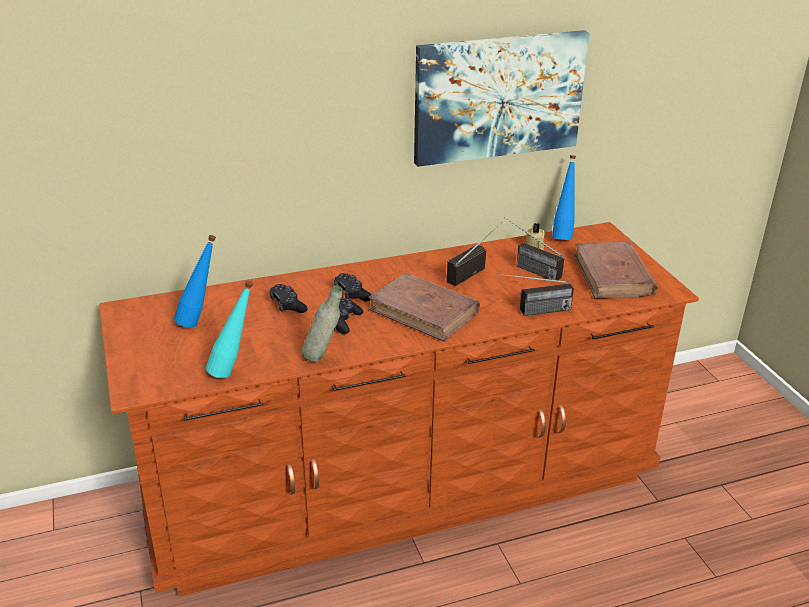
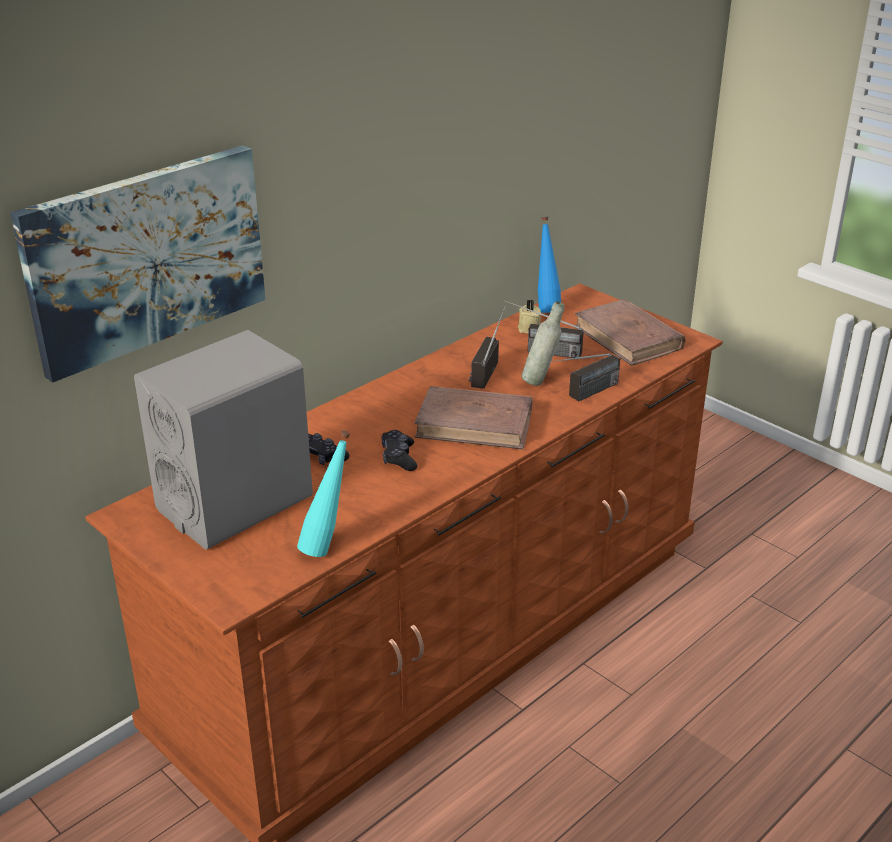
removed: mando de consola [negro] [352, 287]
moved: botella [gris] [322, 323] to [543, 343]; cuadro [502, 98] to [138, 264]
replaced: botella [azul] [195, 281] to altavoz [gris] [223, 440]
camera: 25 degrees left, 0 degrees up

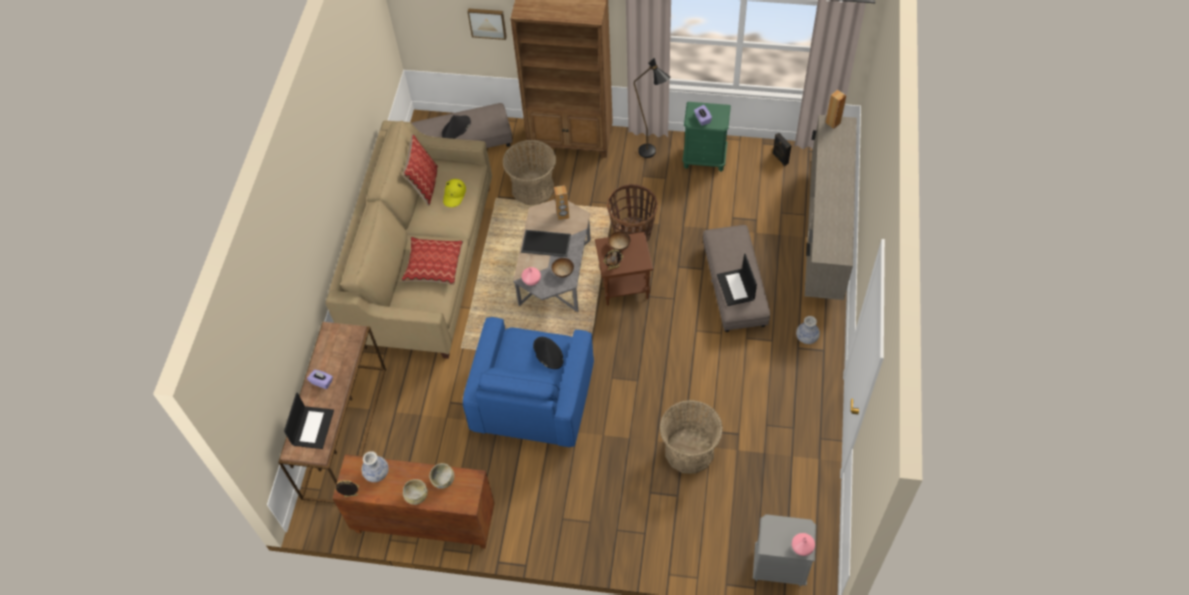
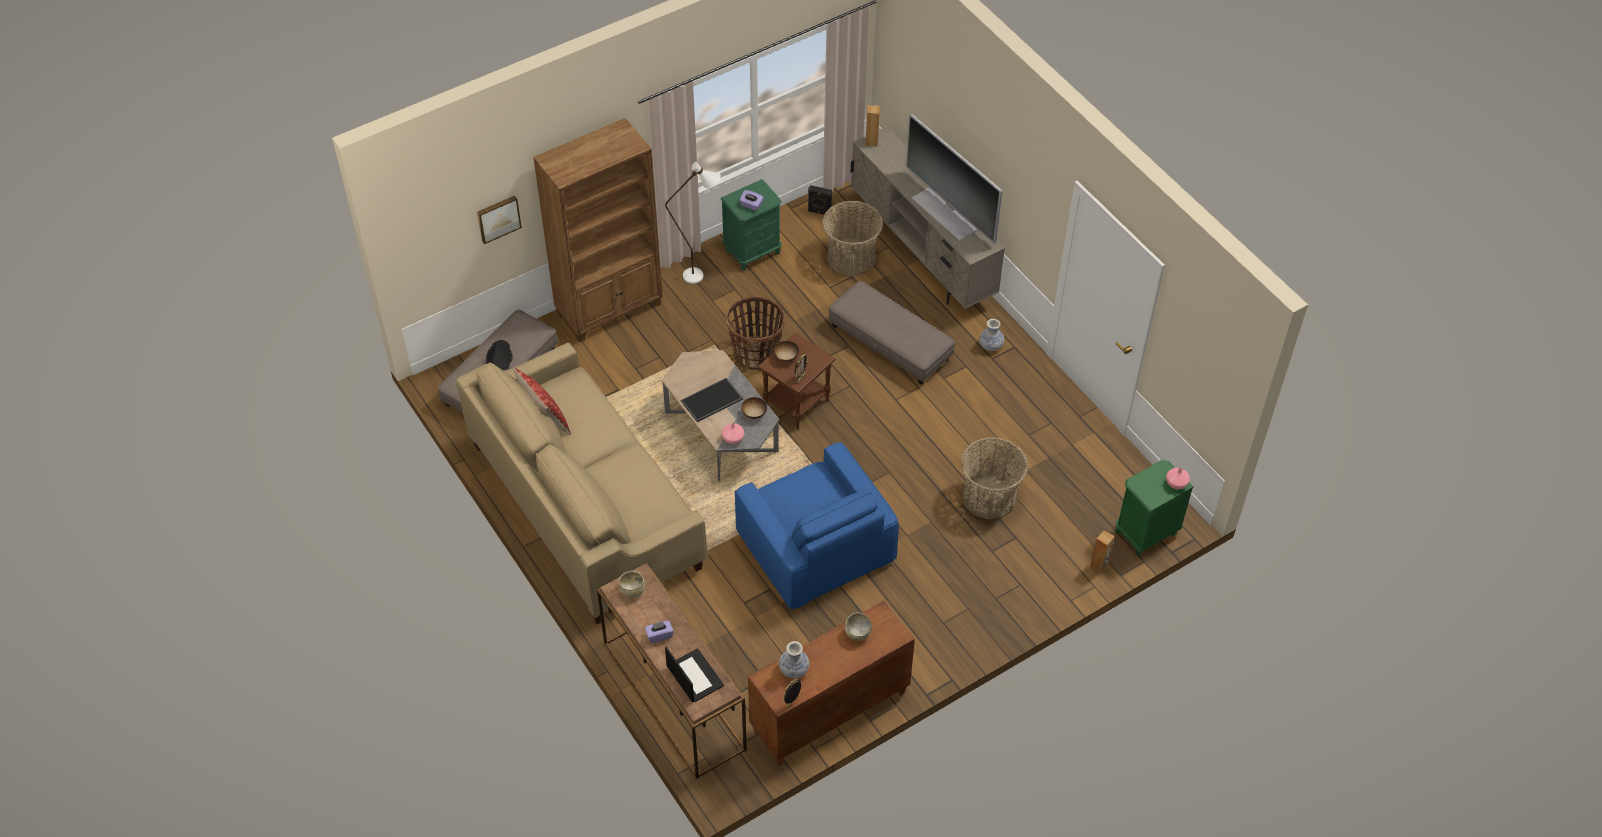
removed: cojín [432, 261]; sombrero [amarillo] [454, 193]; sombrero [negro] [548, 353]; portátil [737, 280]
added: televisor [954, 179]
moved: cuenco [beis] [415, 492] to [632, 584]; cesta [529, 172] to [852, 238]; altavoz [marrón] [562, 202] to [1102, 551]
recoloured: lámpara de pie [negro] [652, 108] to lámpara de pie [blanco] [693, 223]; mesita de noche [gris] [784, 550] to mesita de noche [verde] [1154, 508]
camera: 45 degrees left, 5 degrees down

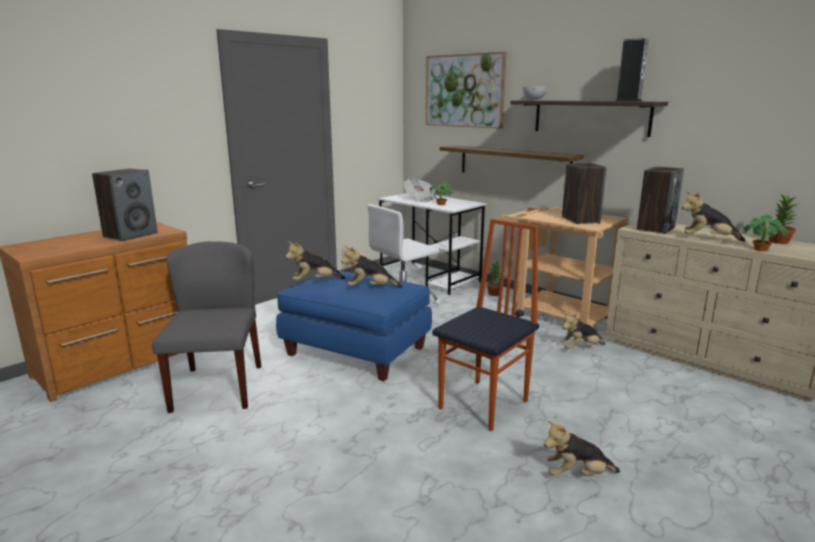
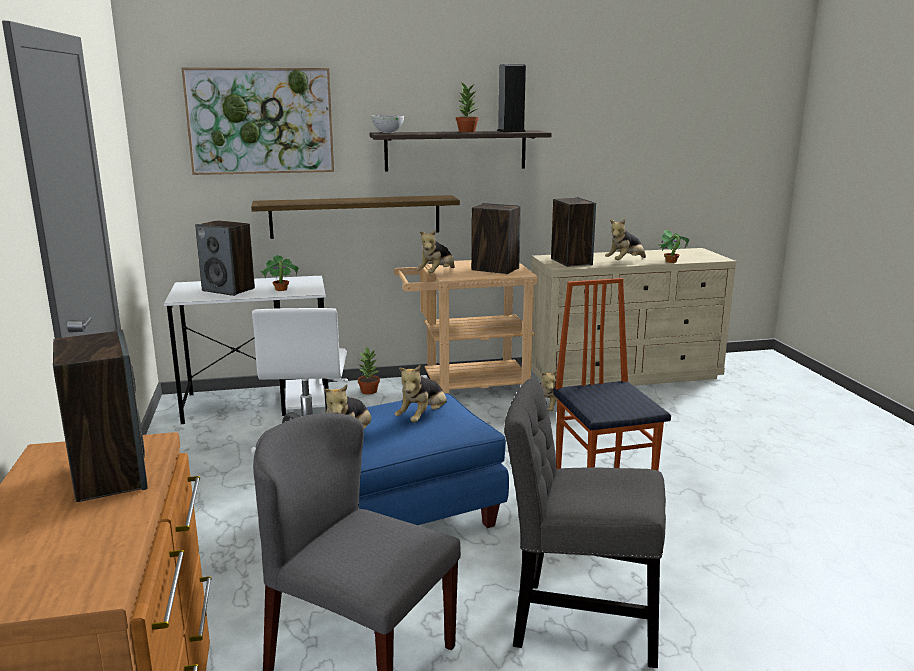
added: silla [gris] [585, 523]
moved: peluche [582, 448] to [435, 251]; planta en maceta [784, 219] to [467, 107]
replaced: periódico [420, 190] to altavoz [225, 258]
camera: 55 degrees left, 0 degrees up

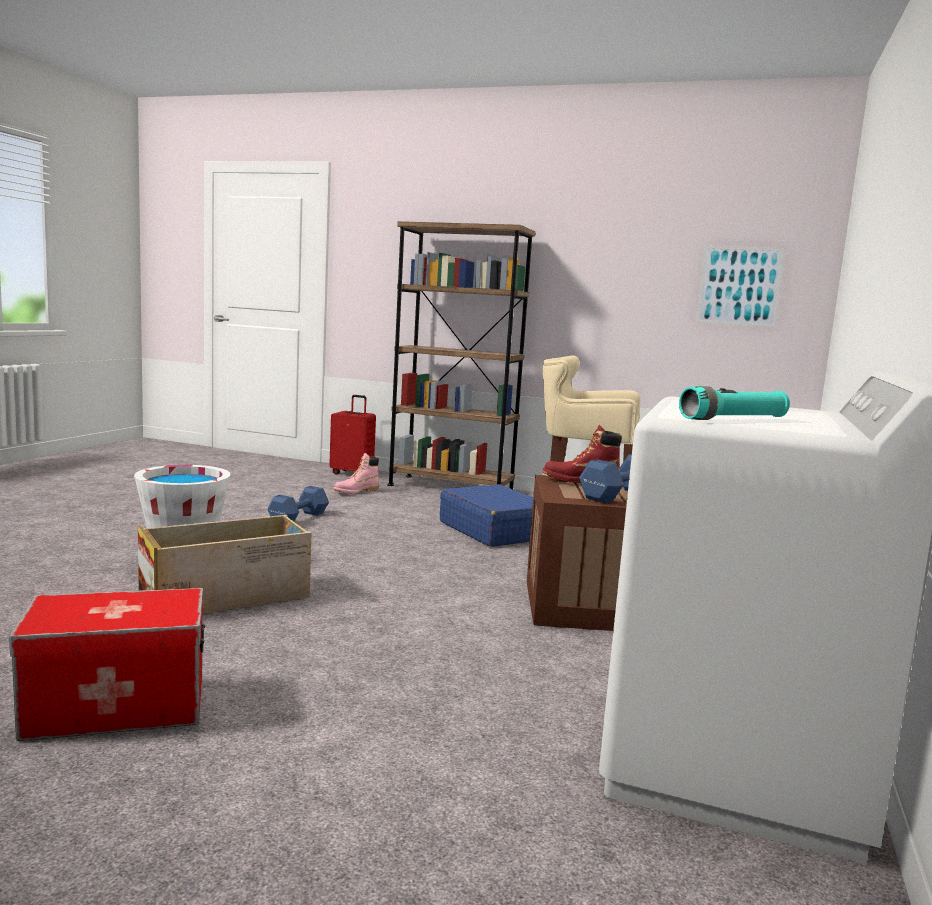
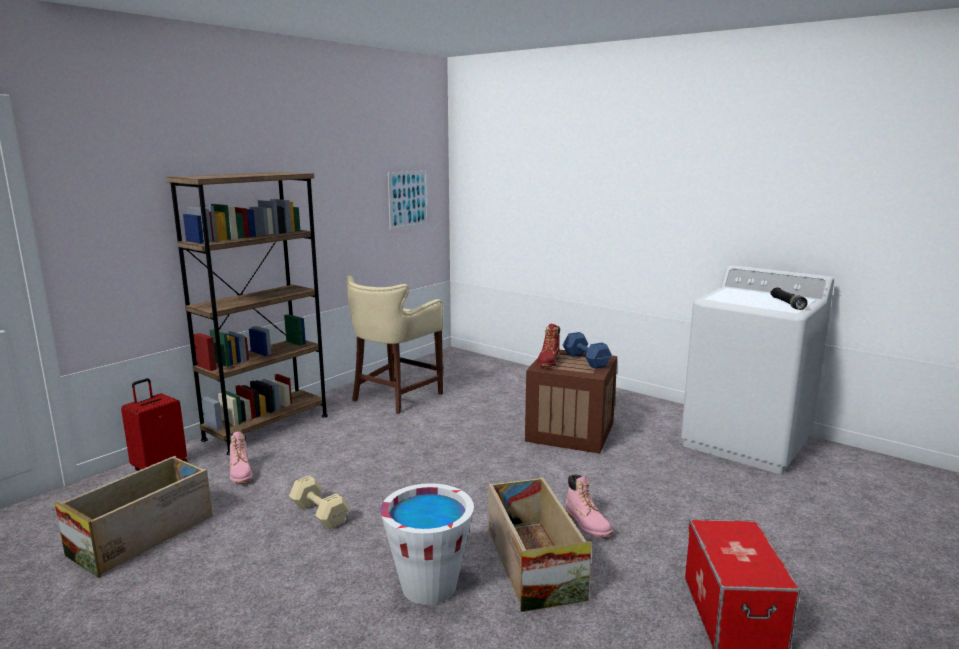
removed: maleta [azul] [486, 515]
added: caja de embalaje [133, 517]; bota [rosa] [589, 505]
recoloured: mancuerna [azul] [298, 503] to mancuerna [beis] [319, 502]; linterna [turquesa] [734, 403] to linterna [negro] [789, 298]
camera: 70 degrees left, 5 degrees up

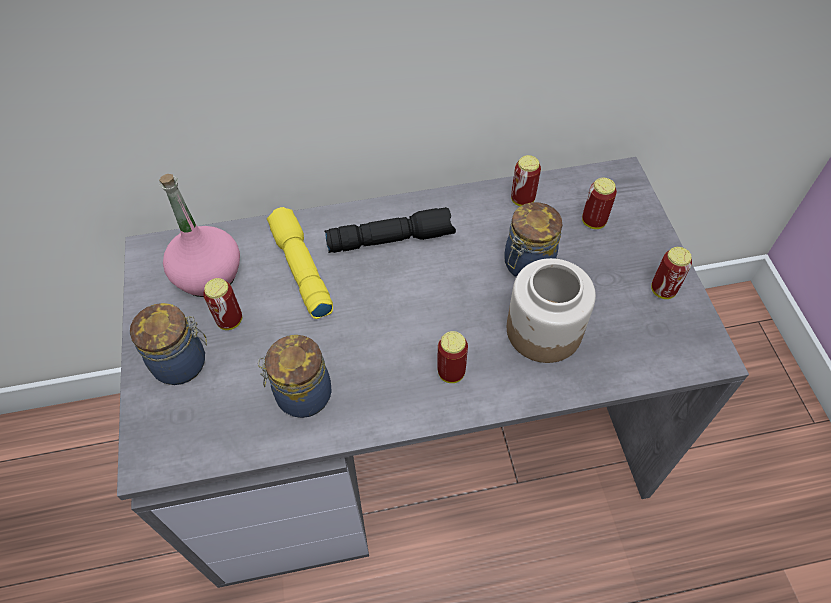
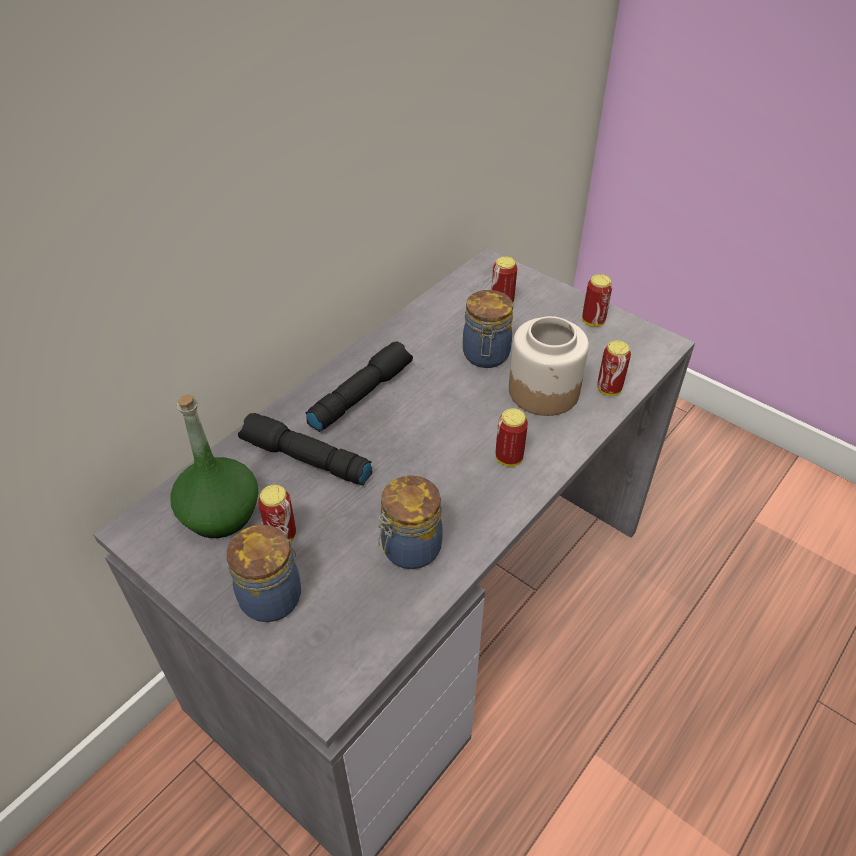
moved: lata [526, 180] to [614, 368]
recoloured: botella [rosa] [199, 235] to botella [verde] [214, 466]; linterna [amarillo] [300, 263] to linterna [negro] [305, 449]
camera: 40 degrees left, 10 degrees down

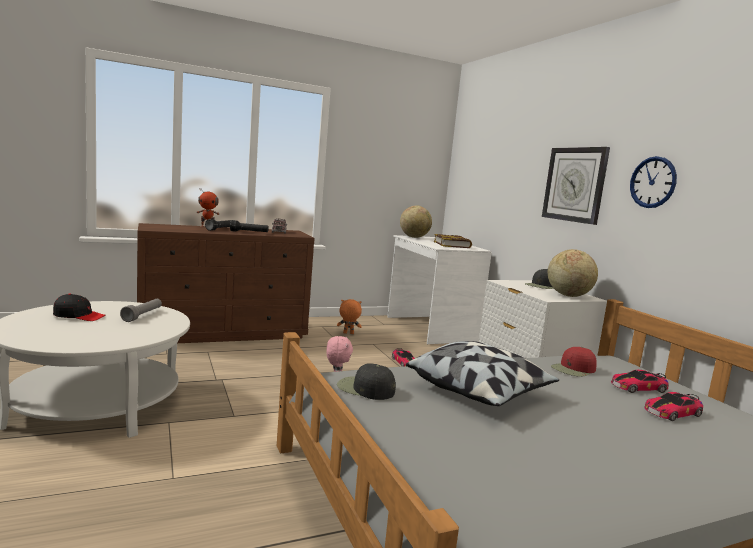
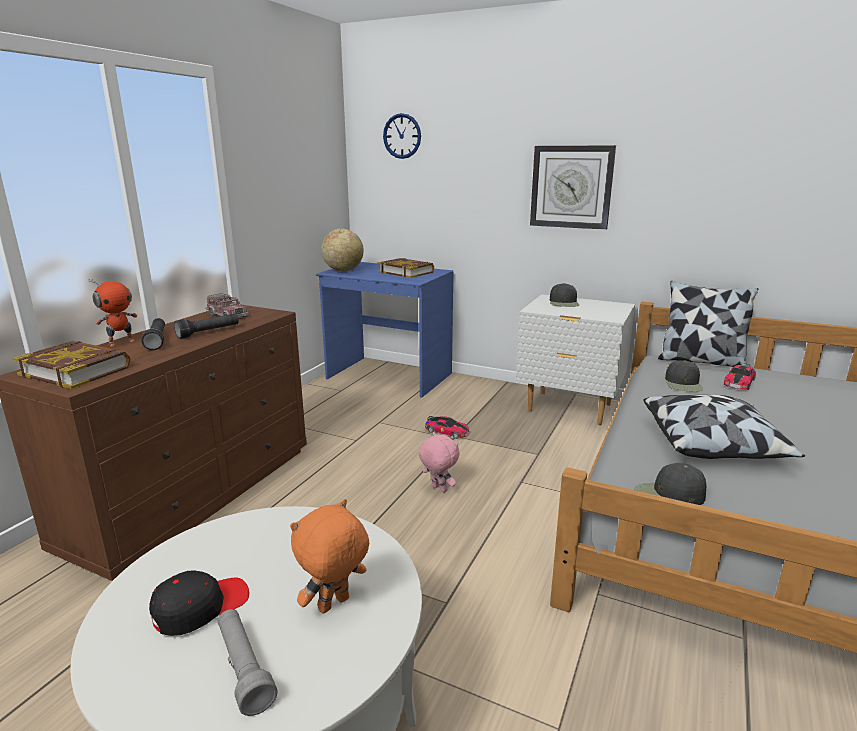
removed: globo terráqueo [573, 273]; coche de juguete [673, 406]
added: libro [71, 365]; cojín [708, 324]
moved: linterna [gris] [141, 310] to [247, 662]; peluche [naranja] [349, 316] to [329, 556]; reloj de pared [653, 182] to [402, 136]
recoloured: escritorio [blanco] [439, 289] to escritorio [azul] [384, 330]; gorra [rojo] [574, 362] to gorra [negro] [684, 376]
camera: 40 degrees left, 10 degrees up

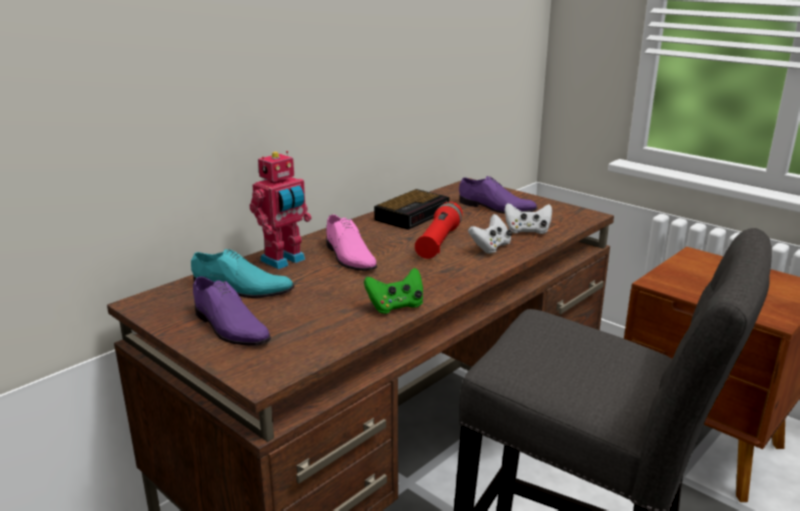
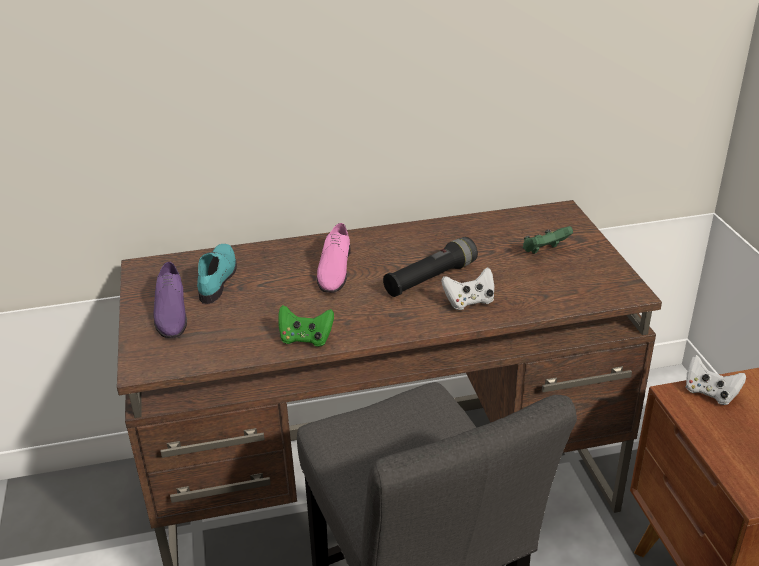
removed: robot de juguete [280, 210]; despertador [411, 209]
moved: mando de consola [blanco] [528, 218] to [715, 380]
replaced: zapato [morado] [498, 195] to mando de consola [verde] [548, 240]
recoloured: linterna [rojo] [439, 230] to linterna [negro] [430, 267]
turned: zapato [turquesa] [242, 273] = [217, 274] 135 degrees counterclockwise
camera: 35 degrees right, 10 degrees up

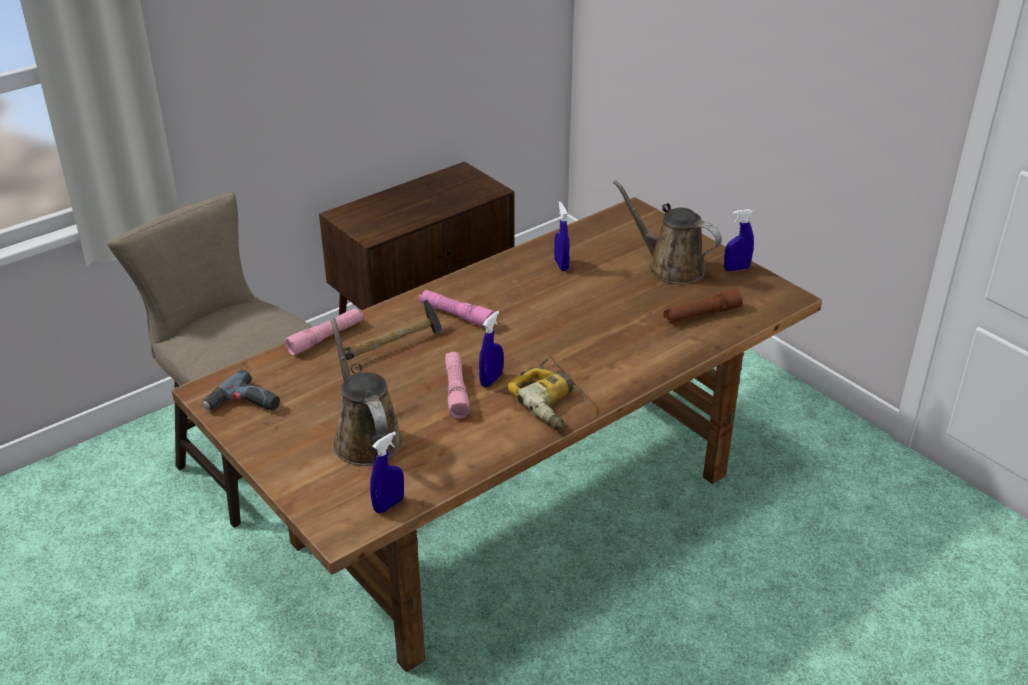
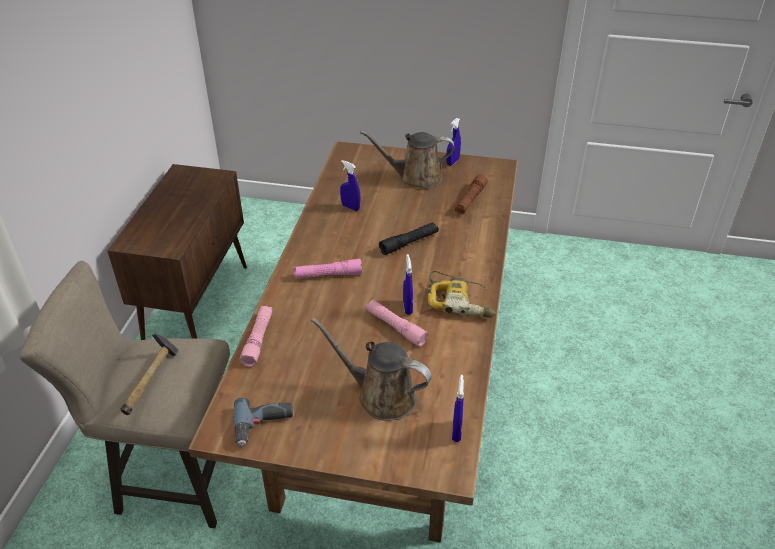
added: linterna [negro] [409, 238]
moved: martillo [393, 330] to [150, 374]
camera: 40 degrees left, 5 degrees up

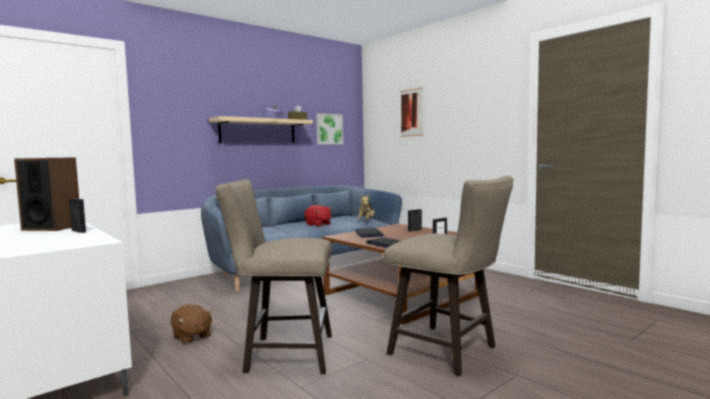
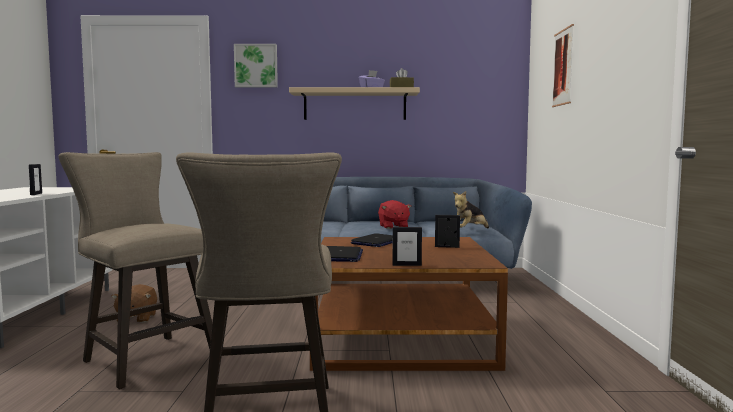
removed: altavoz [46, 194]
moved: cuadro [329, 129] to [256, 66]
camera: 40 degrees right, 0 degrees up

